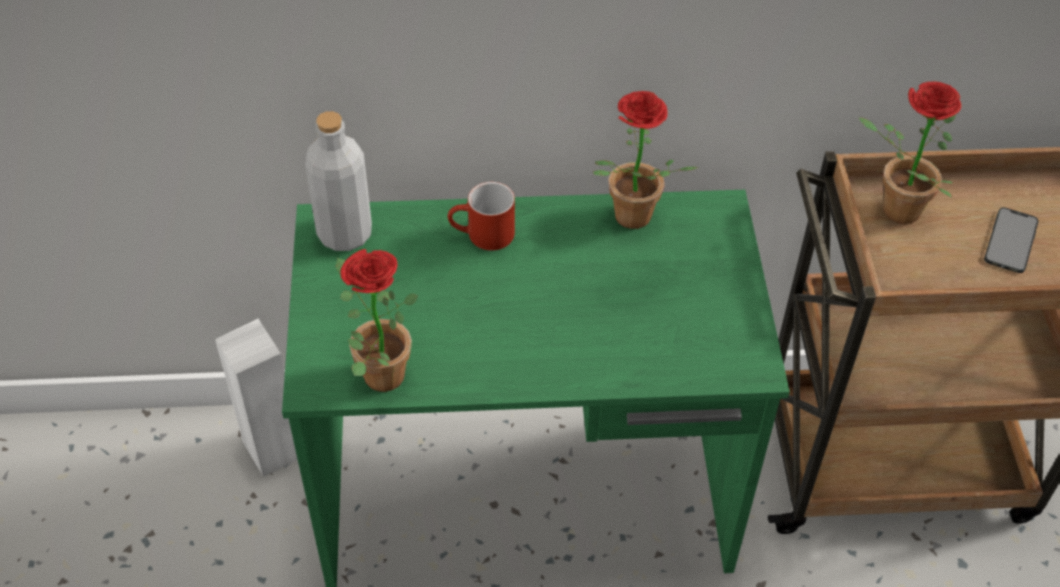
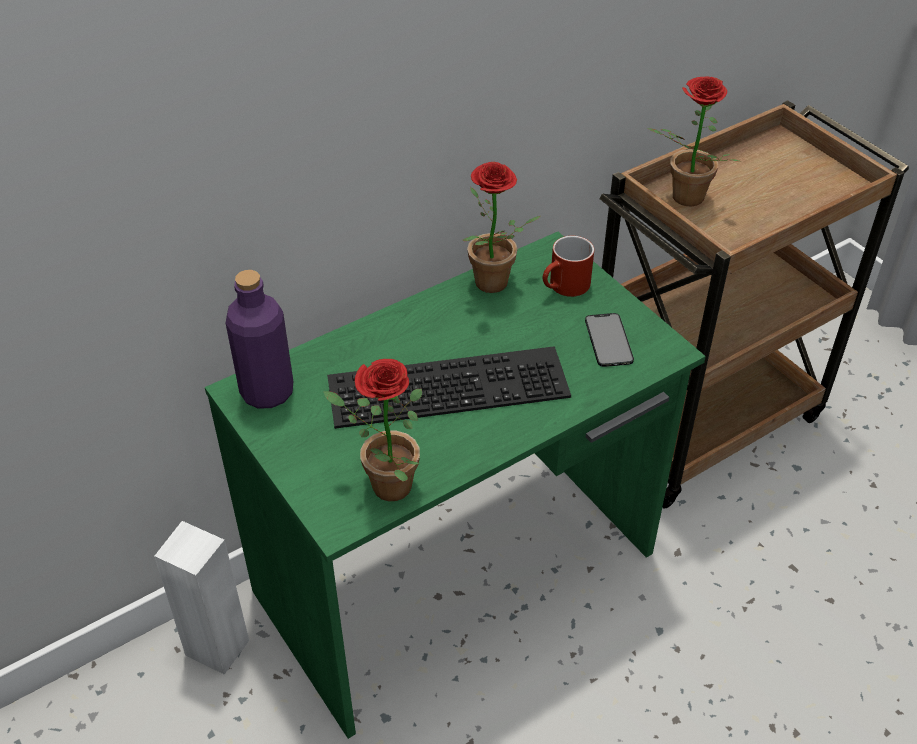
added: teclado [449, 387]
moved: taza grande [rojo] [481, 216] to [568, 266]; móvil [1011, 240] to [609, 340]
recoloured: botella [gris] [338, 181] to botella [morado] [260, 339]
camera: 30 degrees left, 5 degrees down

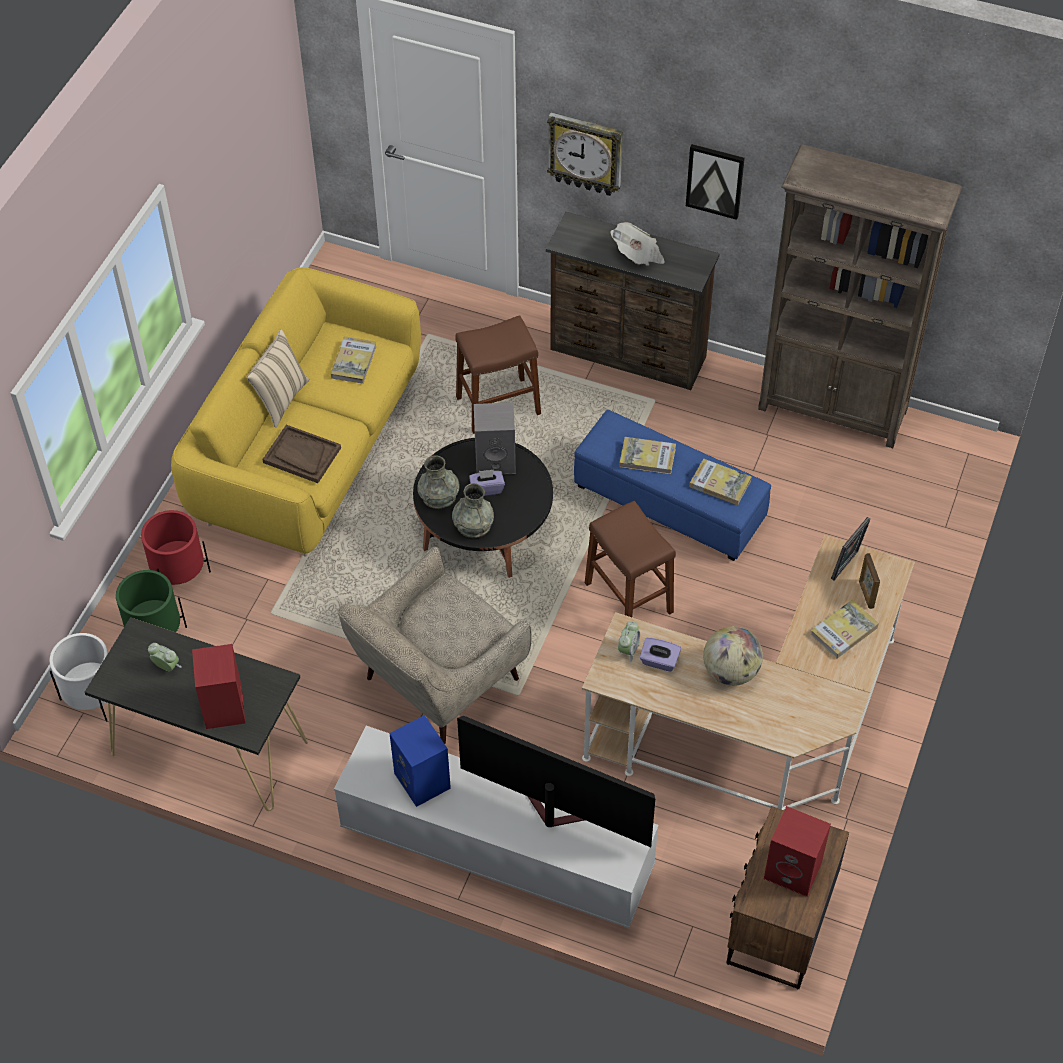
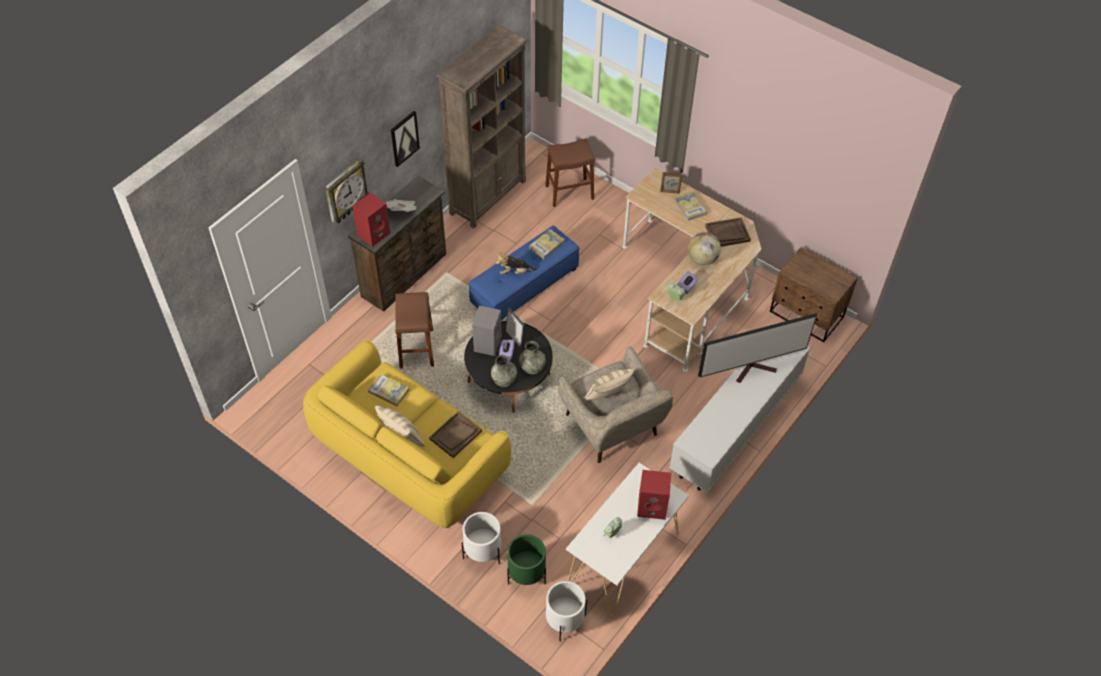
removed: altavoz [azul] [420, 761]
added: cojín [beis] [608, 384]; bandeja [marrón] [728, 232]
moved: taburete [marrón] [630, 559] to [570, 172]; altavoz [rojo] [797, 851] to [371, 220]; portarretratos [851, 548] to [515, 328]
replaced: libro [647, 455] to peluche [516, 263]
recoloured: mesa consola [negro] [196, 714] to mesa consola [blanco] [627, 539]; maceta [rojo] [176, 547] to maceta [blanco] [481, 538]
turned: televisor [556, 781] = [757, 348] 150 degrees counterclockwise
camera: 75 degrees left, 0 degrees up

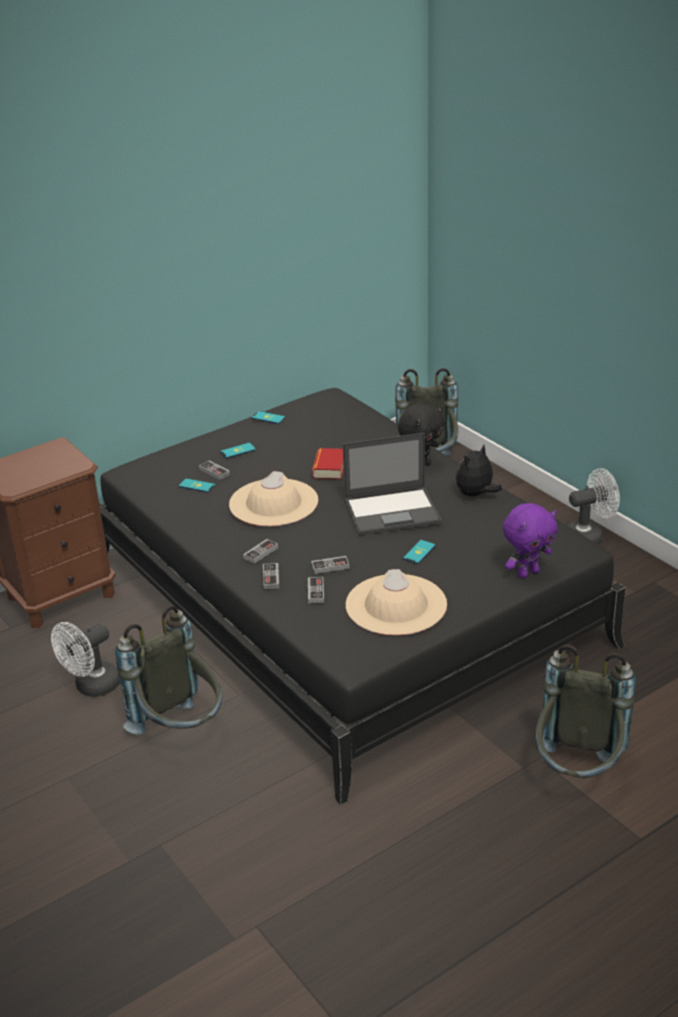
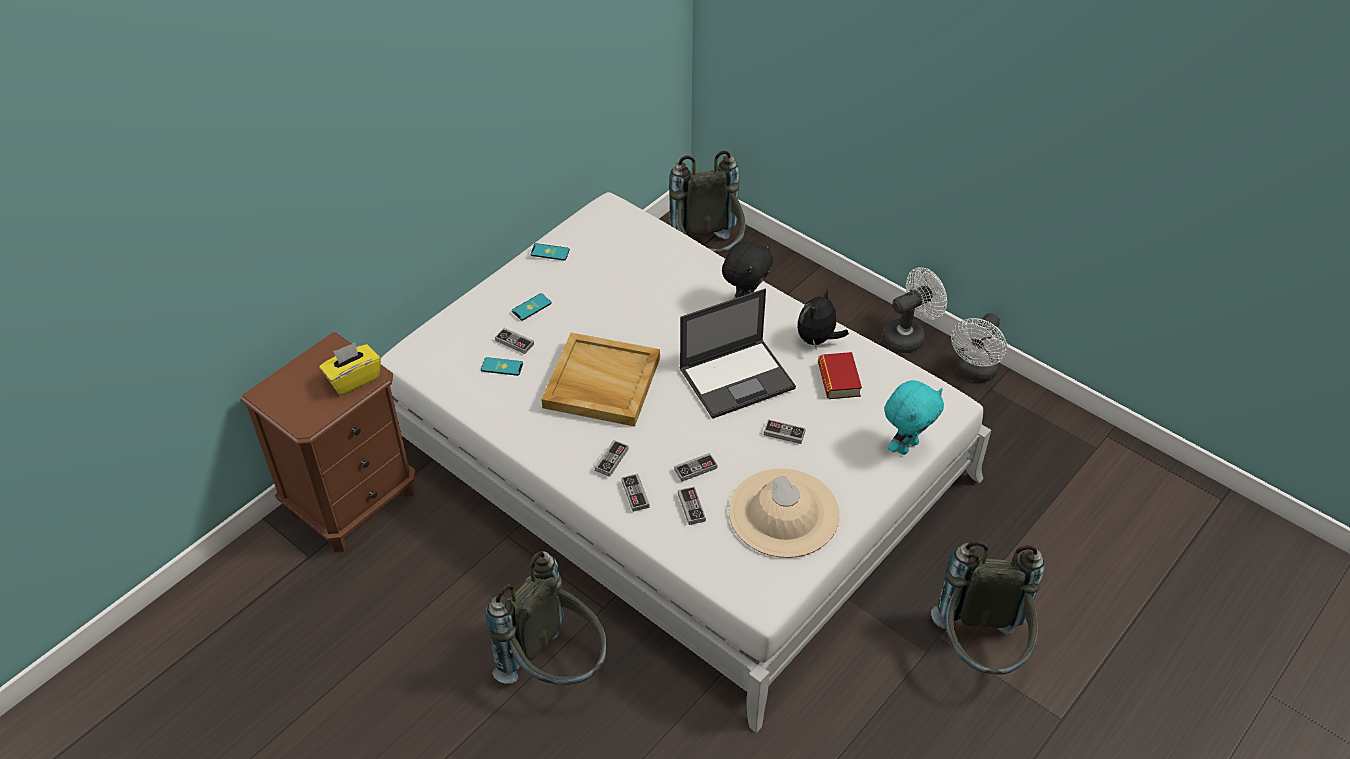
added: caja de pañuelos [amarillo] [350, 368]
moved: ventilador [blanco] [85, 659] to [979, 347]; libro [328, 463] to [840, 375]
replaced: sombrero [beis] [273, 498] to bandeja [beis] [600, 380]; móvil [419, 552] to mando de consola [785, 431]
recoloured: cama [negro] [362, 596] to cama [blanco] [686, 462]; peluche [morado] [530, 540] to peluche [turquesa] [914, 417]
camera: 15 degrees left, 15 degrees up

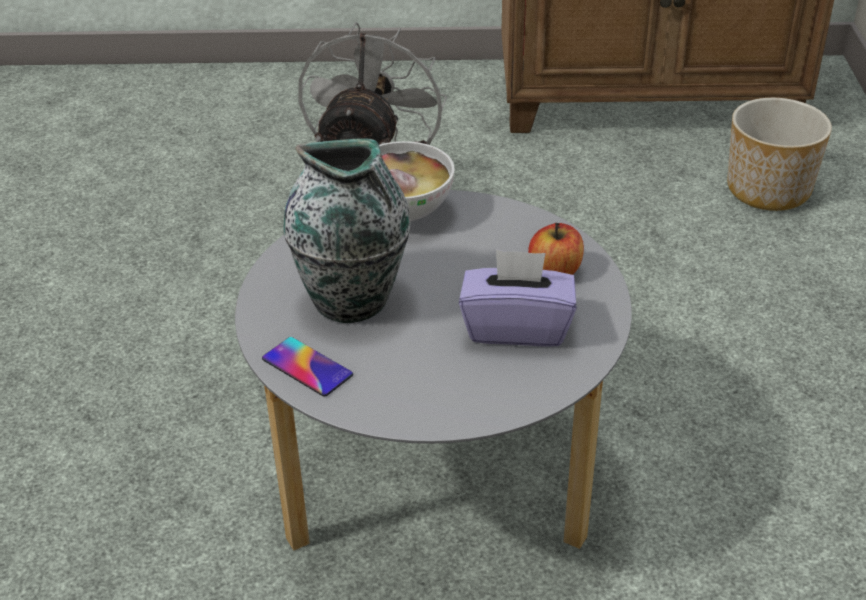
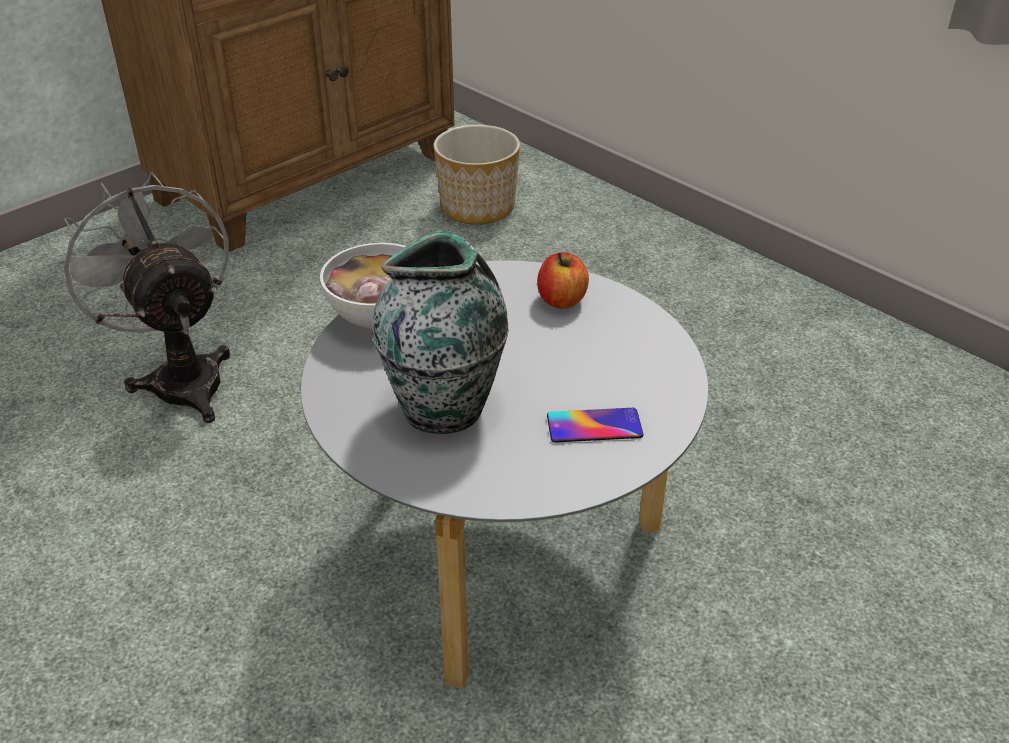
removed: caja de pañuelos [morado] [518, 298]
moved: móvil [307, 367] to [595, 425]
camera: 45 degrees left, 0 degrees up

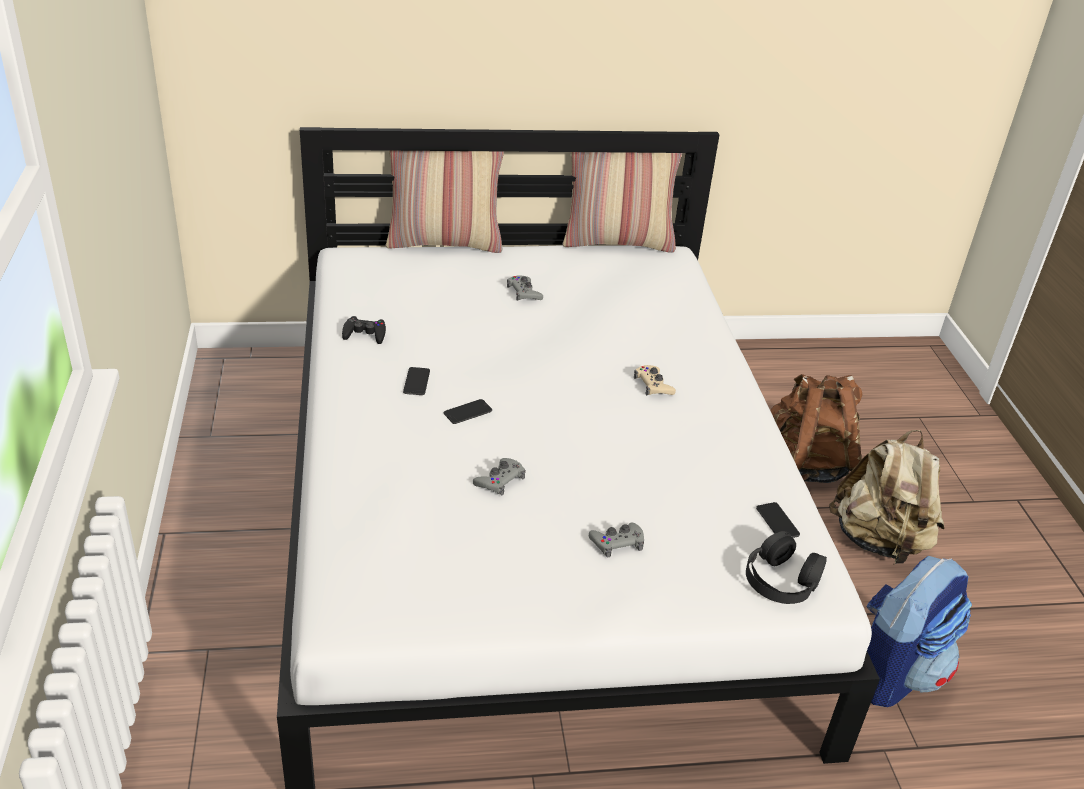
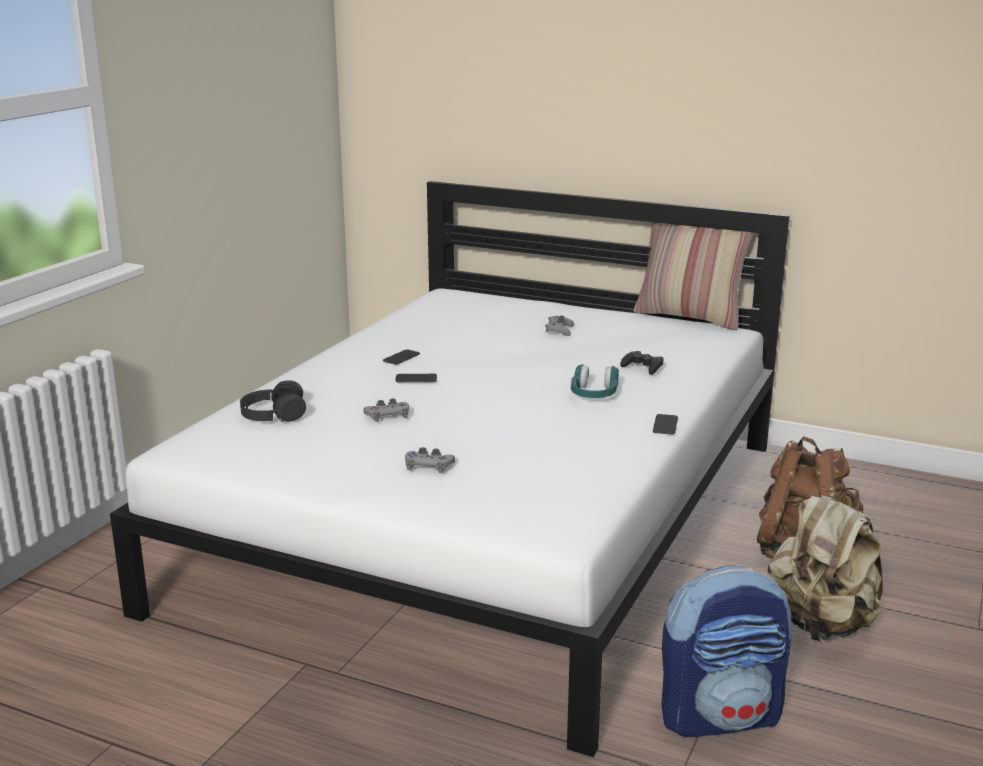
removed: cojín [445, 202]
moved: mando de consola [negro] [364, 330] to [642, 363]; auriculares [negro] [786, 567] to [273, 401]; móvil [778, 520] to [665, 424]
replaced: mando de consola [beis] [655, 380] to auriculares [turquesa] [595, 381]
camera: 35 degrees right, 15 degrees down

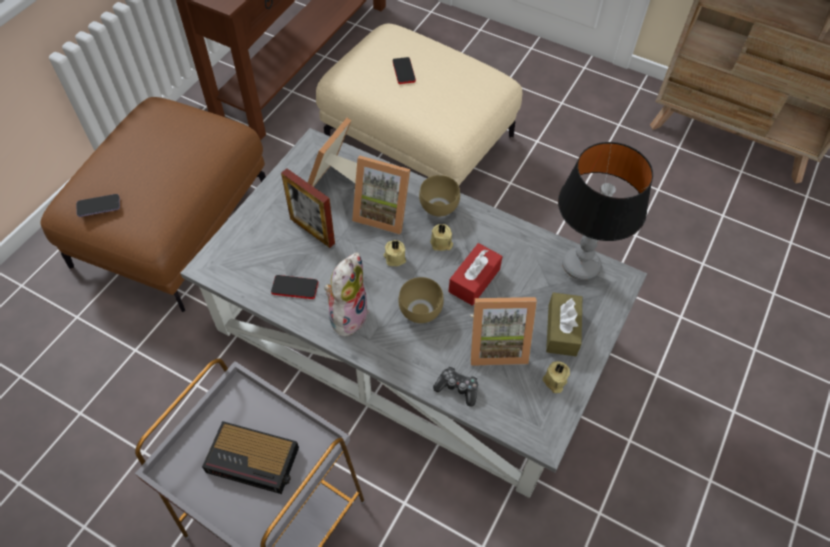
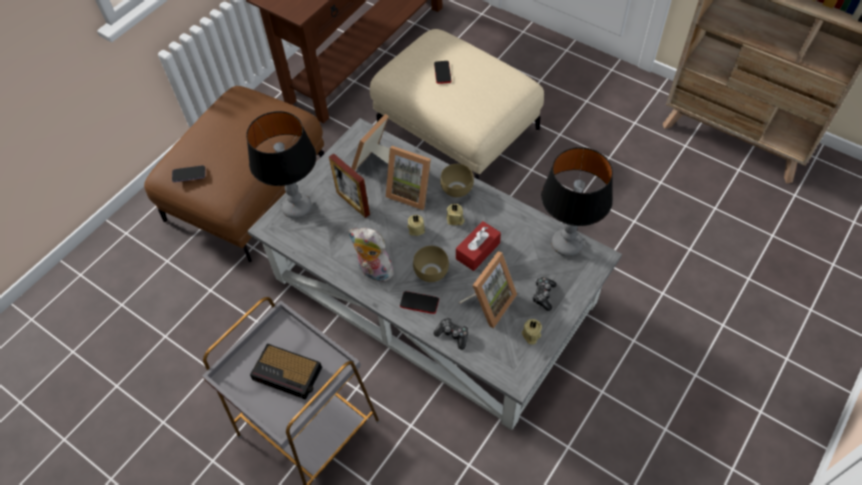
added: lámpara de mesa [281, 165]
moved: móvil [294, 287] to [419, 302]
replaced: caja de pañuelos [marrón] [564, 324] to mando de consola [544, 294]
turned: peluche [346, 294] = [373, 255] 90 degrees counterclockwise; portarretratos [503, 331] = [488, 289] 60 degrees counterclockwise
camera: 10 degrees right, 0 degrees up

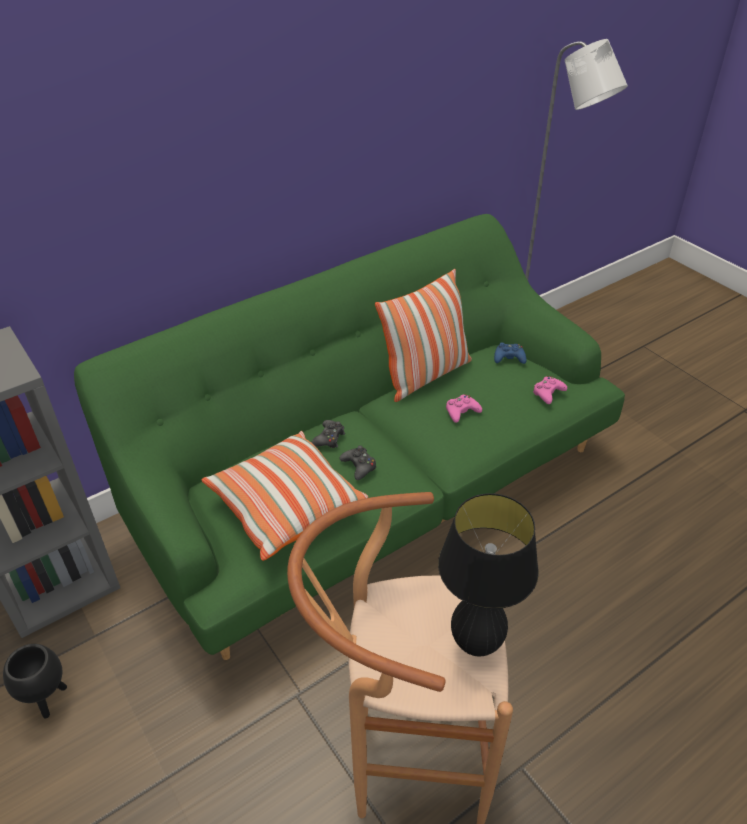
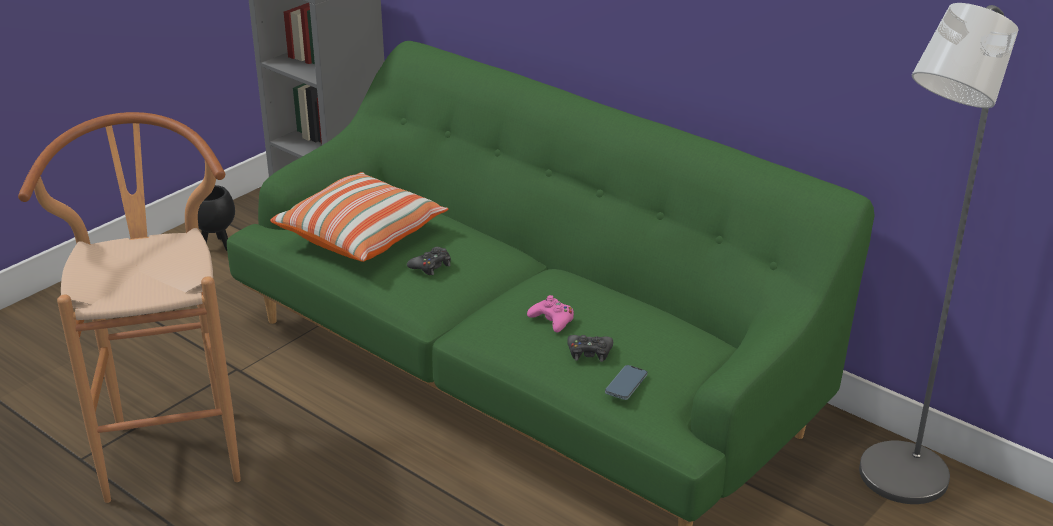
removed: cojín [423, 335]; lámpara de mesa [negro] [488, 574]; mando de consola [azul] [510, 353]
moved: mando de consola [negro] [328, 434] to [590, 348]
replaced: mando de consola [rosa] [550, 390] to móvil [626, 382]
camera: 75 degrees right, 10 degrees down

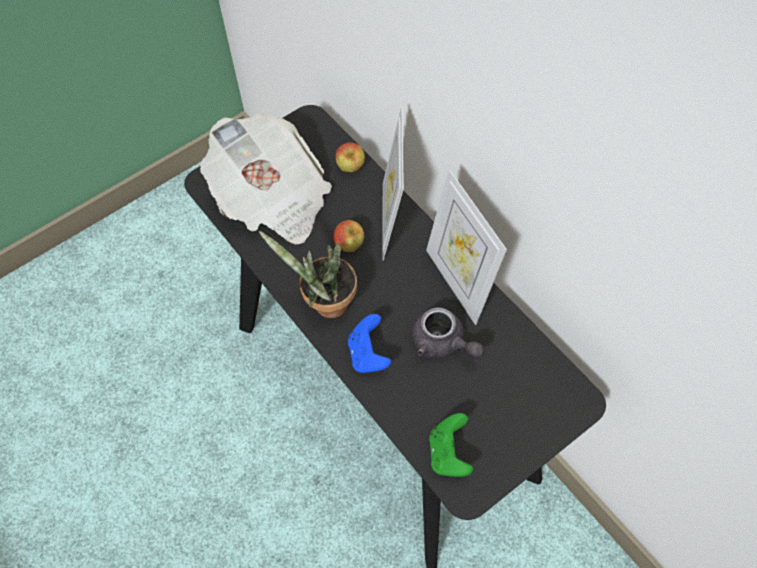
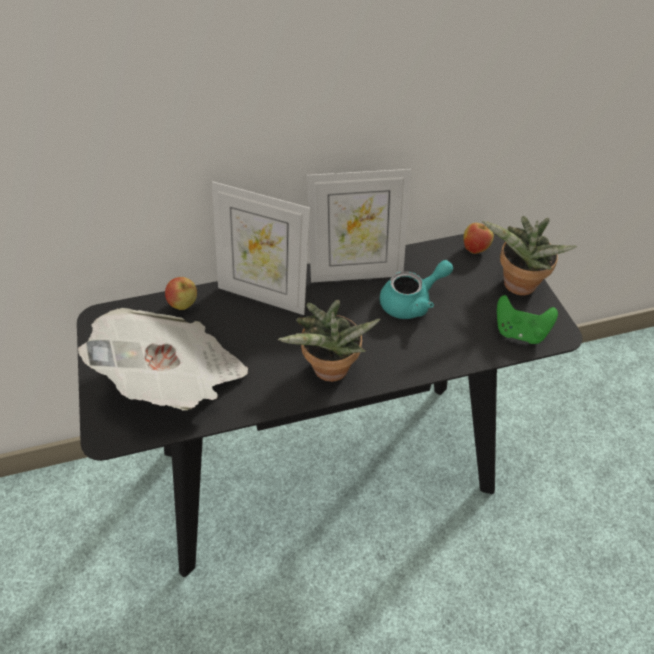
removed: mando de consola [azul] [369, 343]
added: planta en maceta [529, 255]
moved: manzana [349, 236] to [479, 237]
recoloured: tetera [gris] [448, 333] to tetera [turquesa] [416, 289]
camera: 70 degrees left, 10 degrees down

